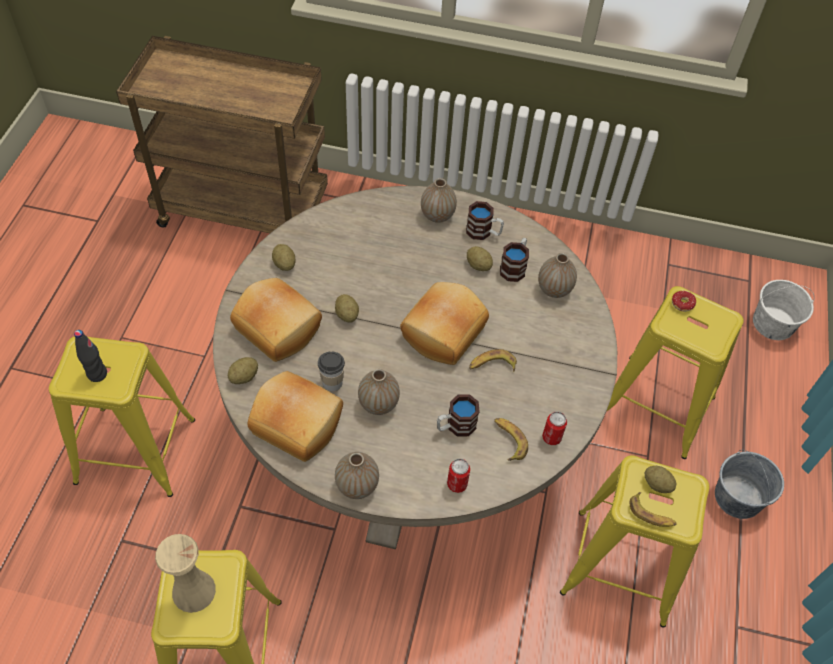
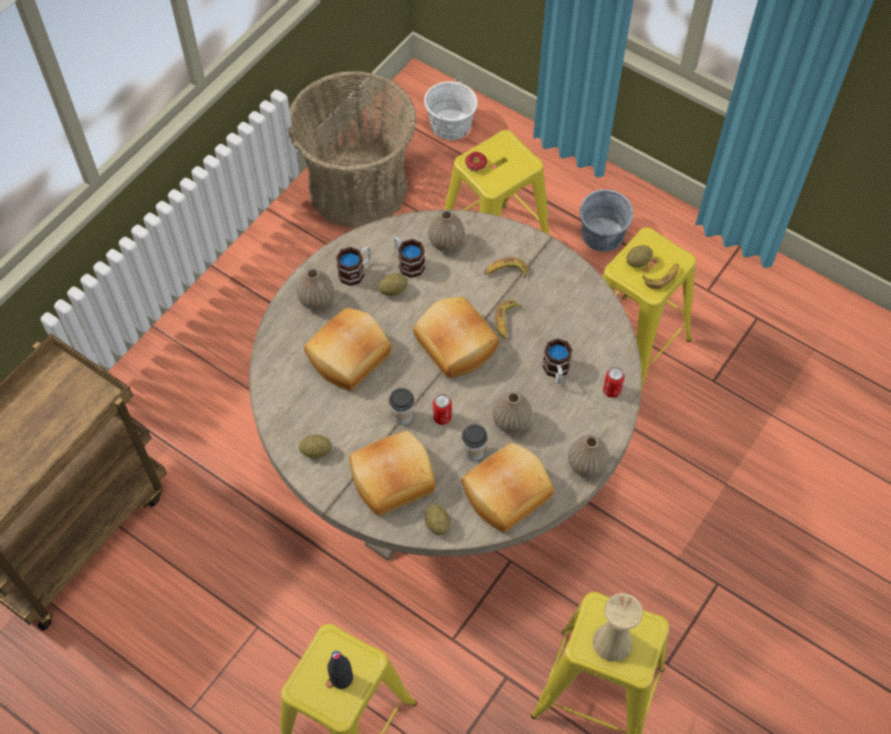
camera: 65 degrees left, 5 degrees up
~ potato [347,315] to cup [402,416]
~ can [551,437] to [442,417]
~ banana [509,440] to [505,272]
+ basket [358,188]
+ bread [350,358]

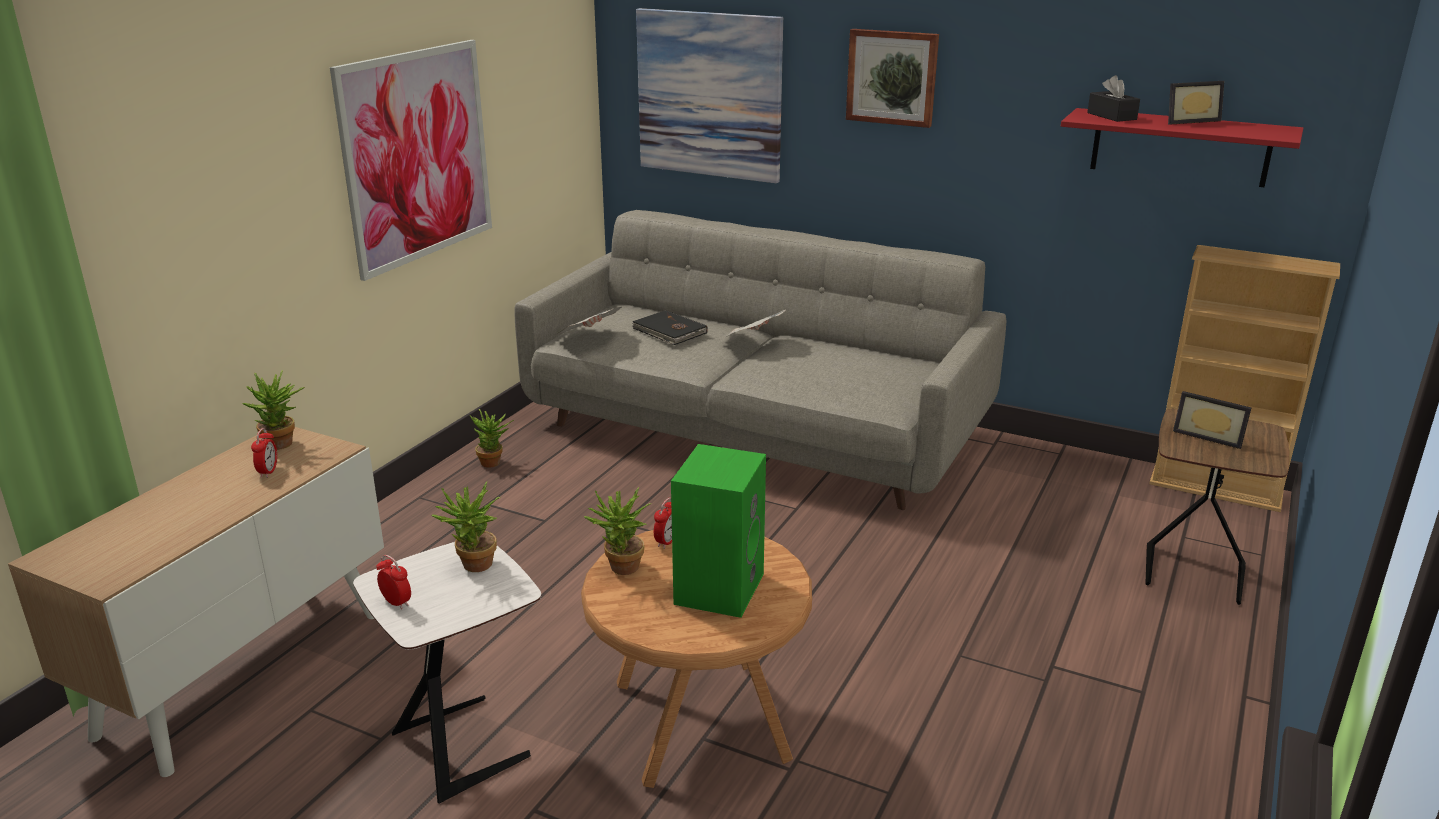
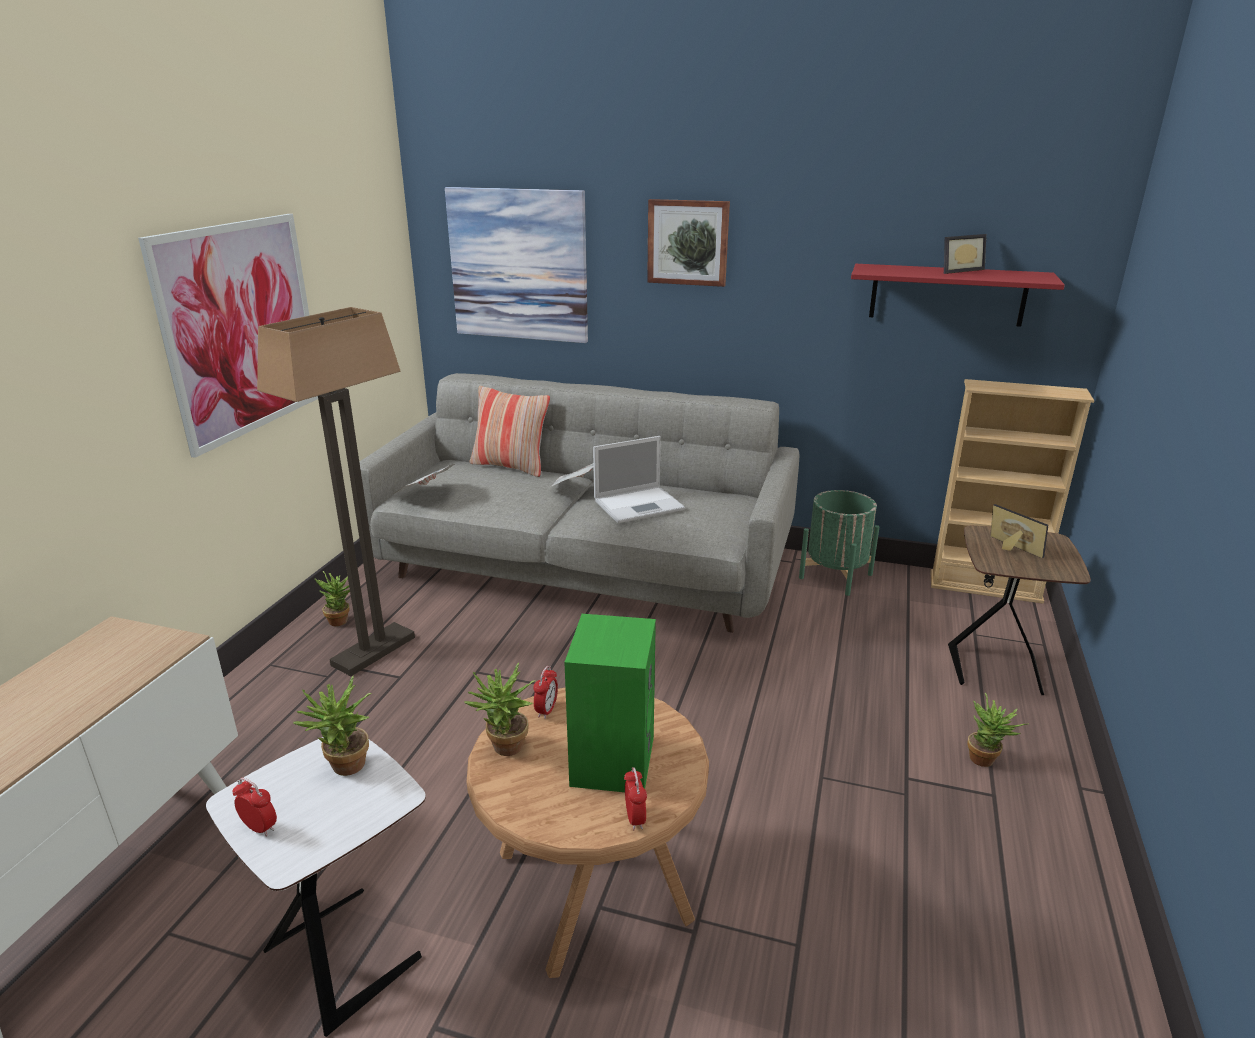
camera: 10 degrees left, 0 degrees up
- black_tissue_box [1111,116]
- black_book [669,331]
~ potted_plant [282,445] to [986,761]
~ picture_frame [1209,436] = [1010,549] 150 degrees counterclockwise
~ alarm_clock [268,472] to [635,818]
+ floor_lamp [373,650]
+ pillow [510,466]
+ laptop [640,504]
+ green_planter [835,576]

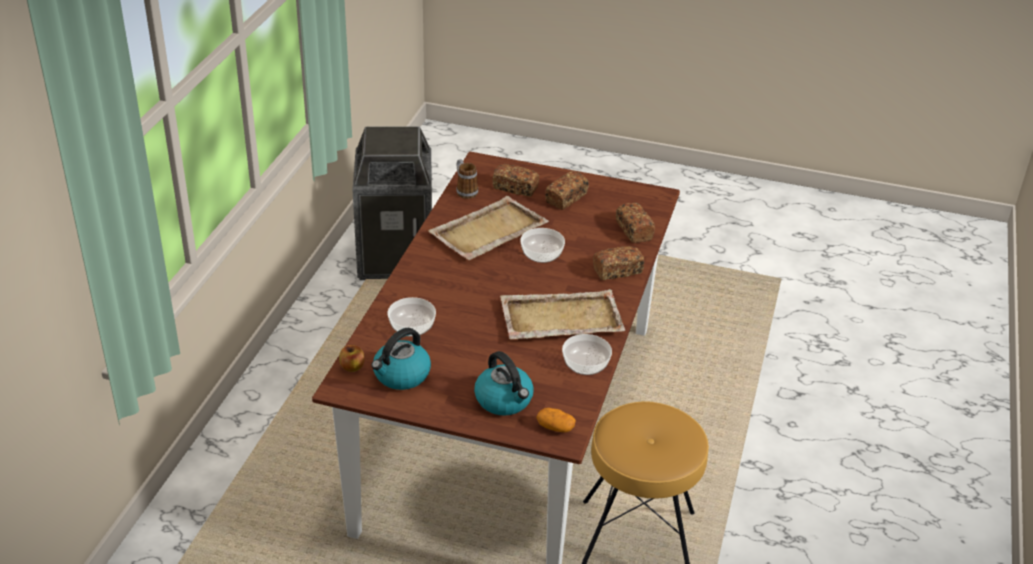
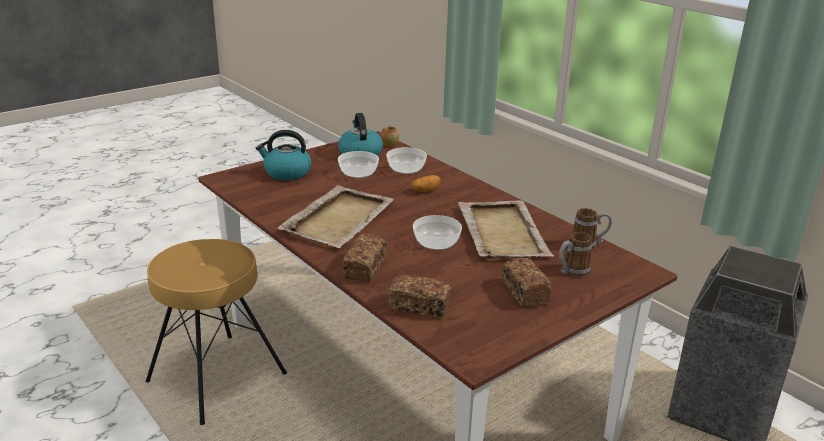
camera: 125 degrees right, 10 degrees down
~ bread [515,188] to mug [571,272]
~ bowl [586,365] to [357,173]
~ potato [555,427] to [426,190]

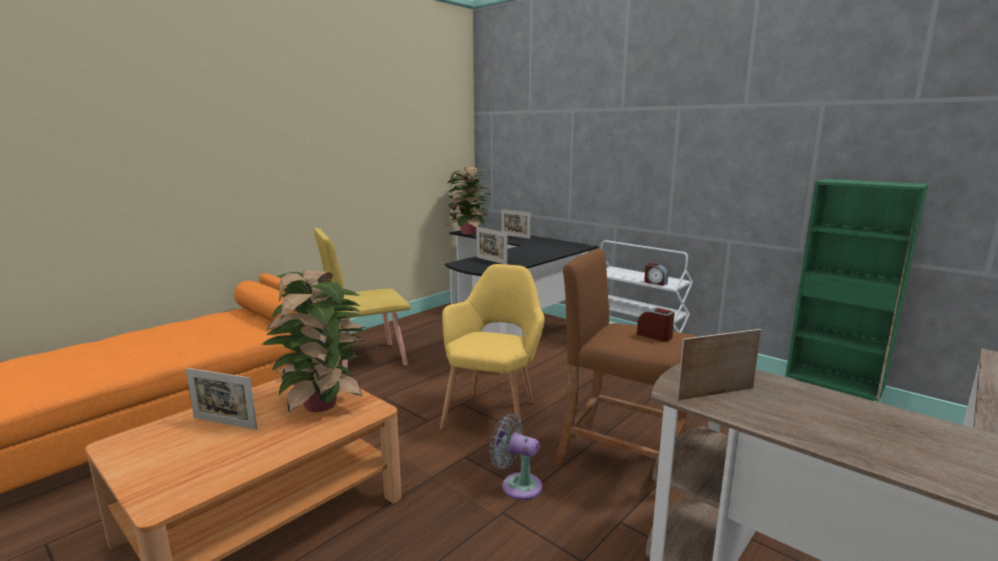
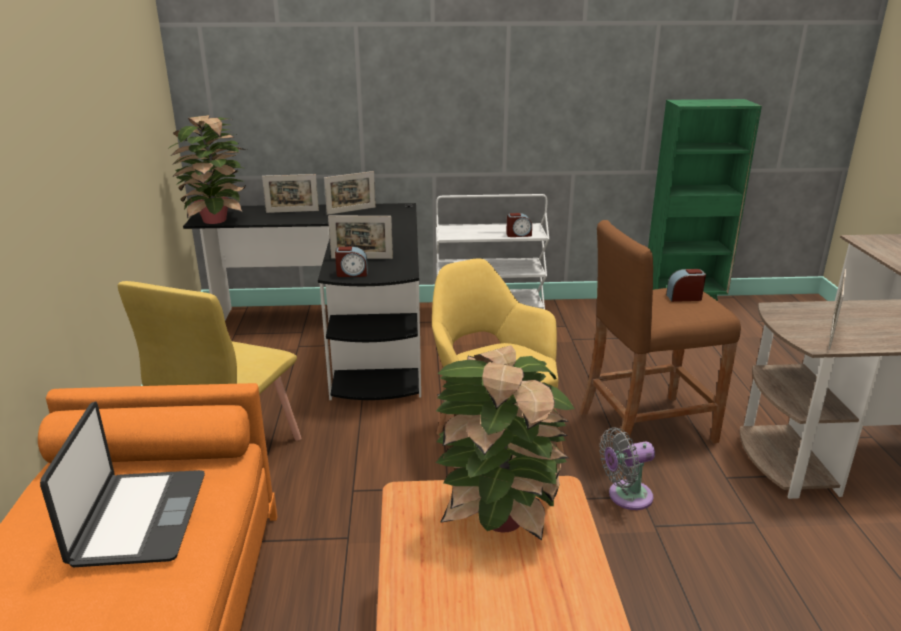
camera: 45 degrees left, 10 degrees up
~ picture_frame [225,423] to [351,210]
+ alarm_clock [352,273]
+ laptop [138,519]

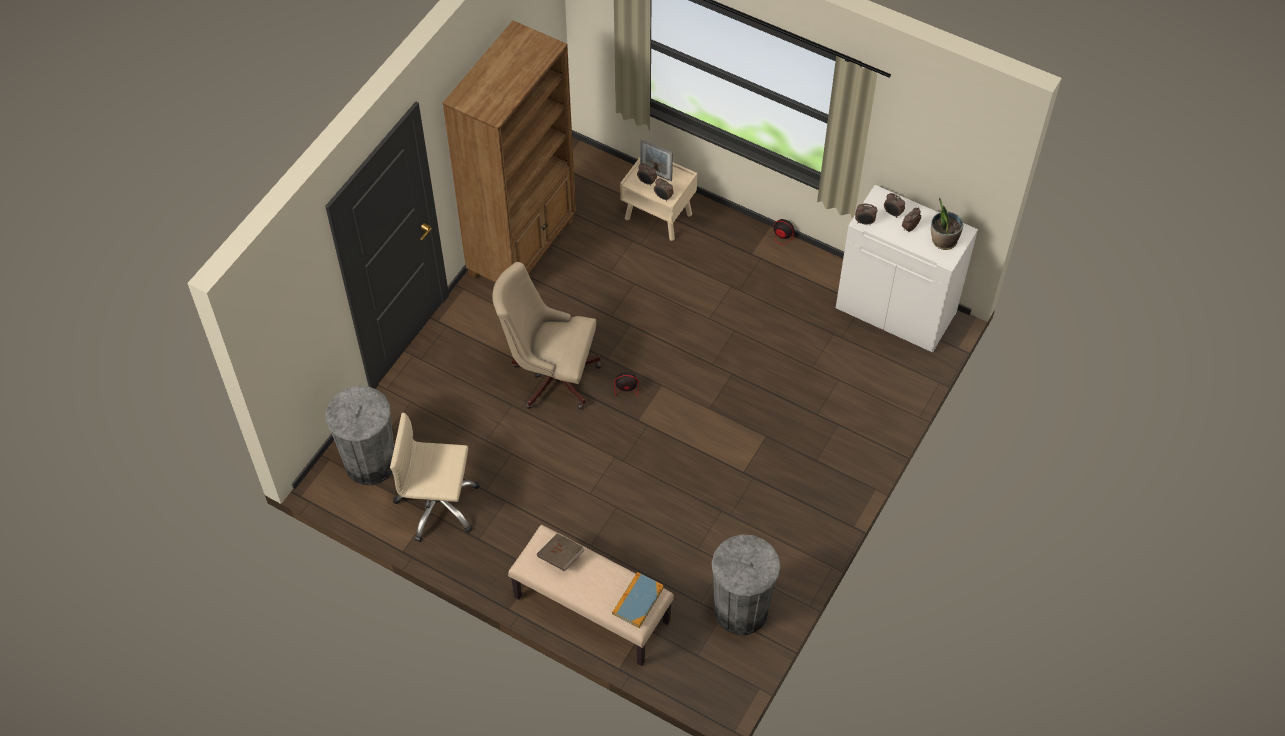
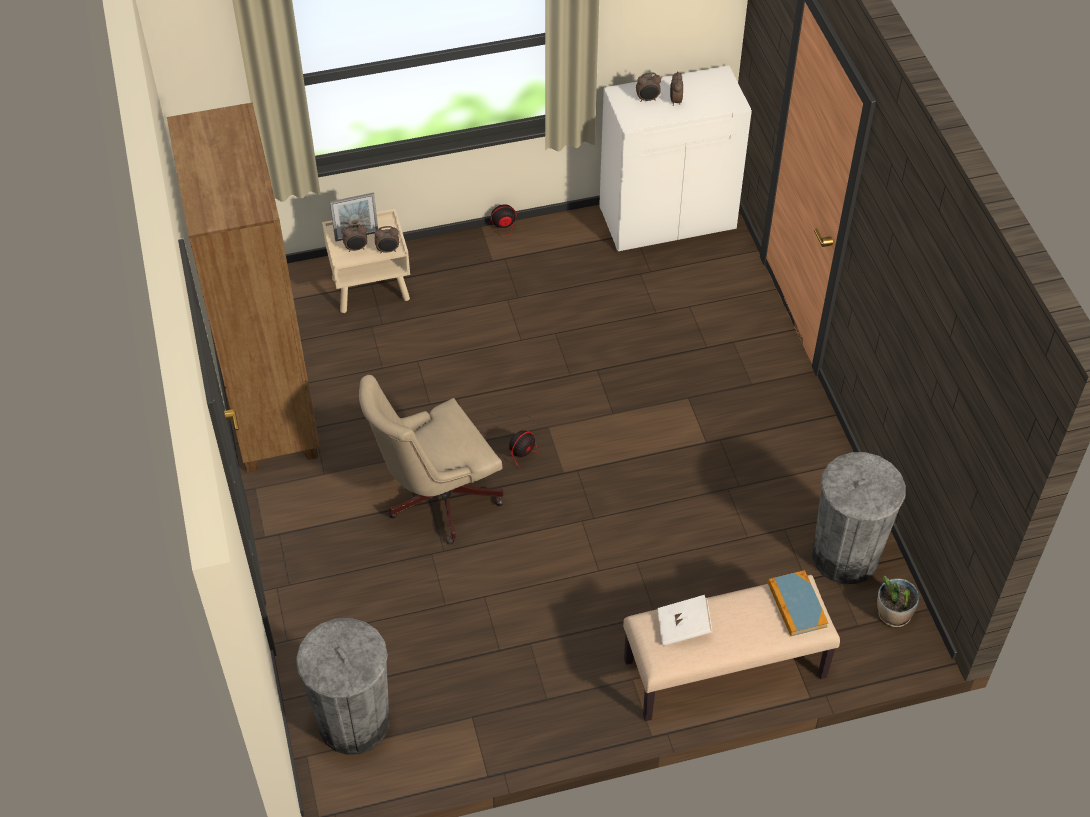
camera: 45 degrees left, 5 degrees down
~ potted_plant [943,240] to [893,614]
- alarm_clock [864,222]
- beige_office_chair [438,505]
~ brown_book [560,557] to white_book [683,628]

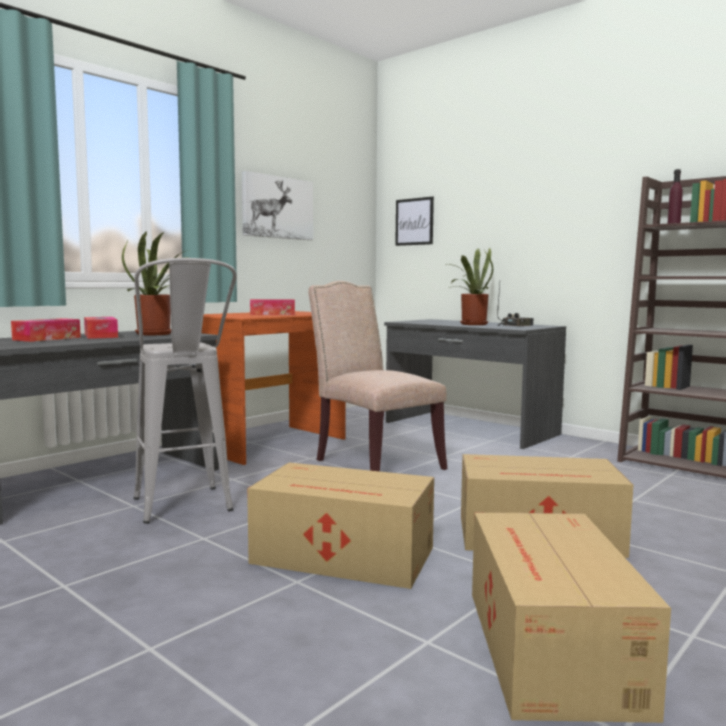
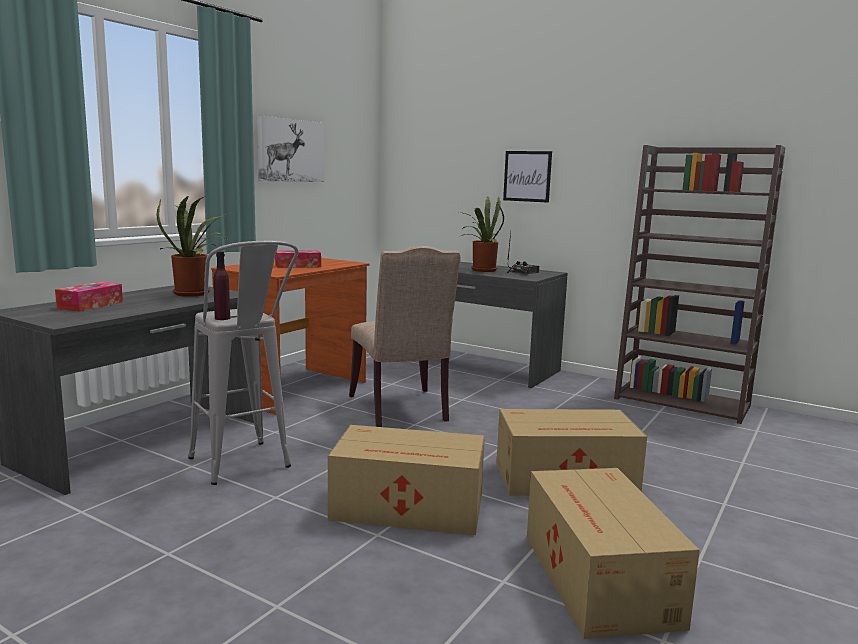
camera: 10 degrees left, 5 degrees up
~ purple_bottle [673,224] to [222,318]
~ picture [414,221] to [527,176]
~ beige_chair [373,464] = [401,410] 150 degrees counterclockwise
- tissue_box [101,336]

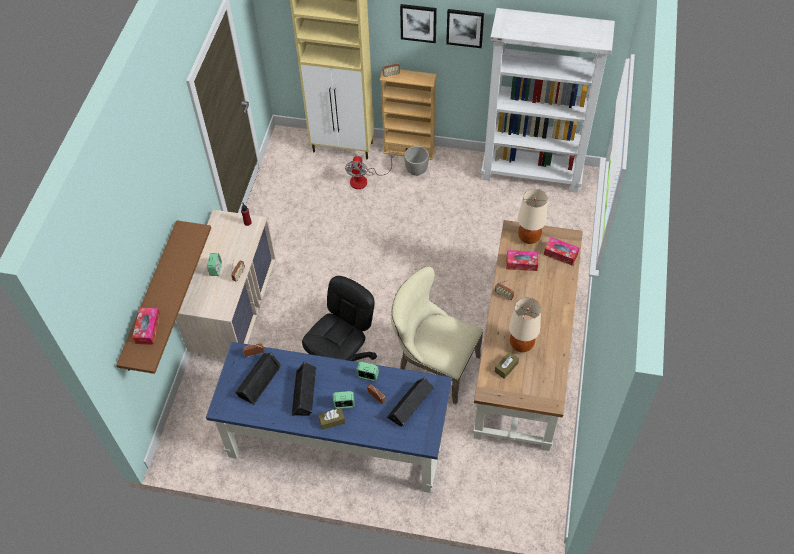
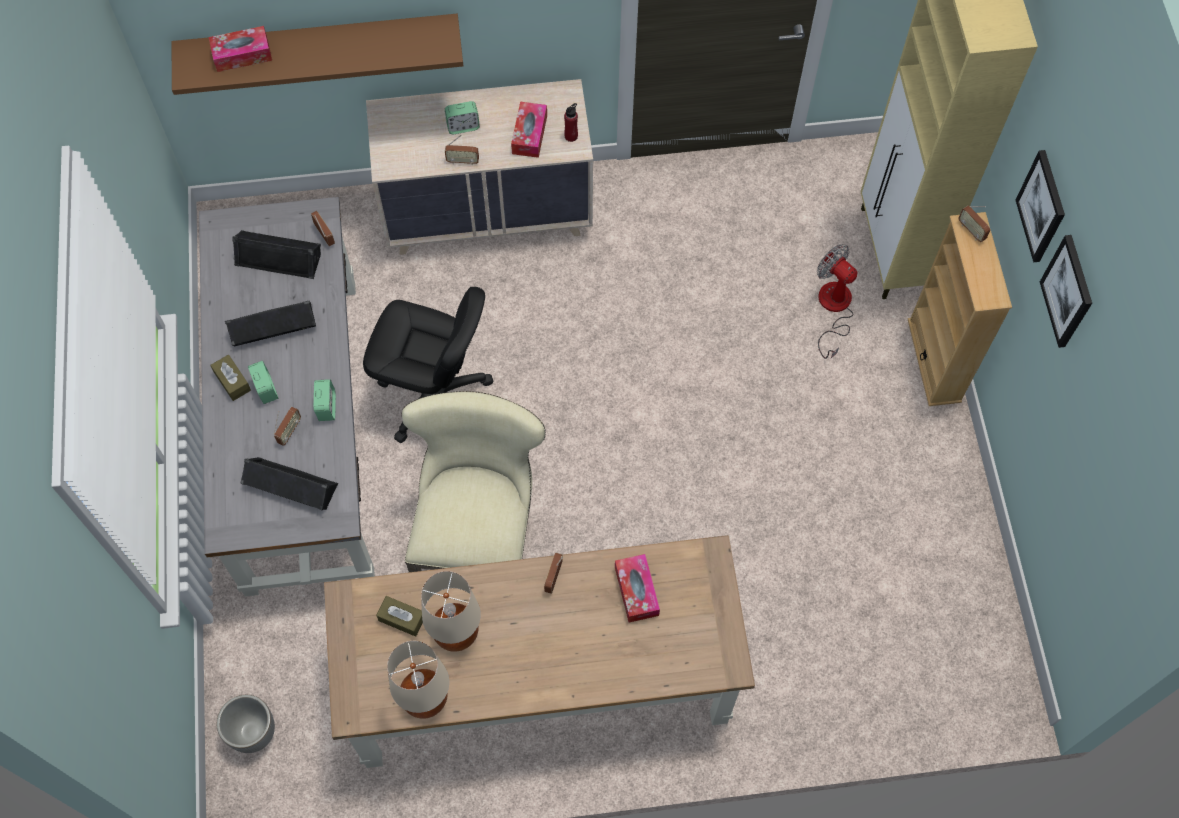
camera: 70 degrees right, 10 degrees up
- white_bookcase [532,174]
~ planter [416,170] to [254,733]
~ fan [364,179] = [833,309] 60 degrees clockwise
~ beige_table_lamp [529,238] to [424,698]
~ tissue_box [560,254] to [529,134]
~ blue_desk [336,440] to grey_desk [301,430]

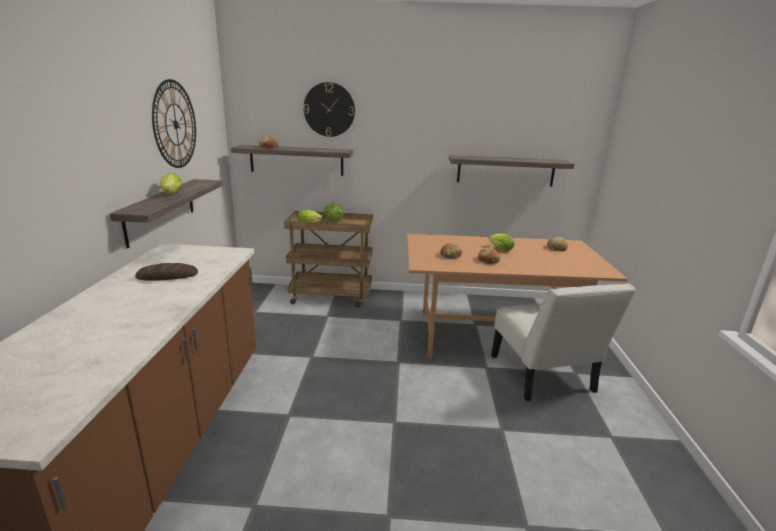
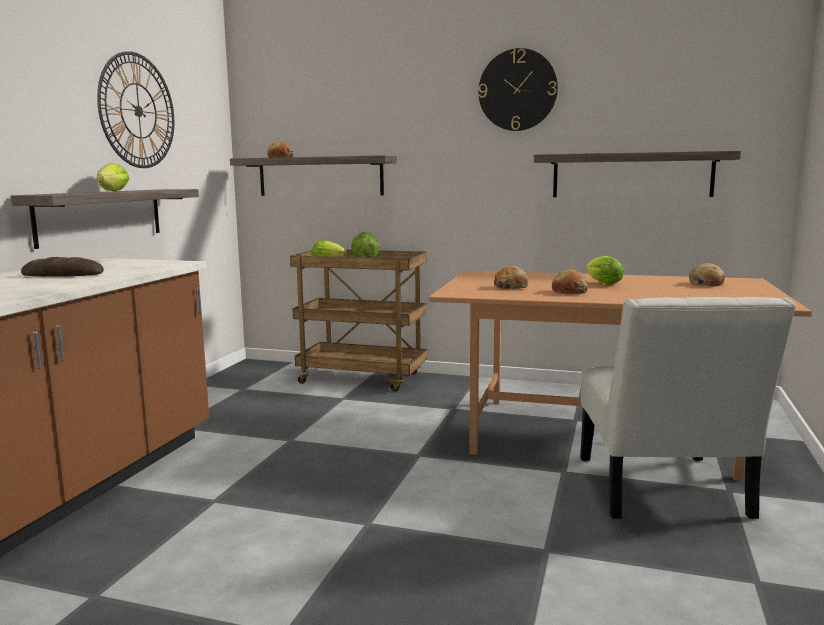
camera: 15 degrees right, 10 degrees down
~ wall_clock [329,109] to [517,90]

